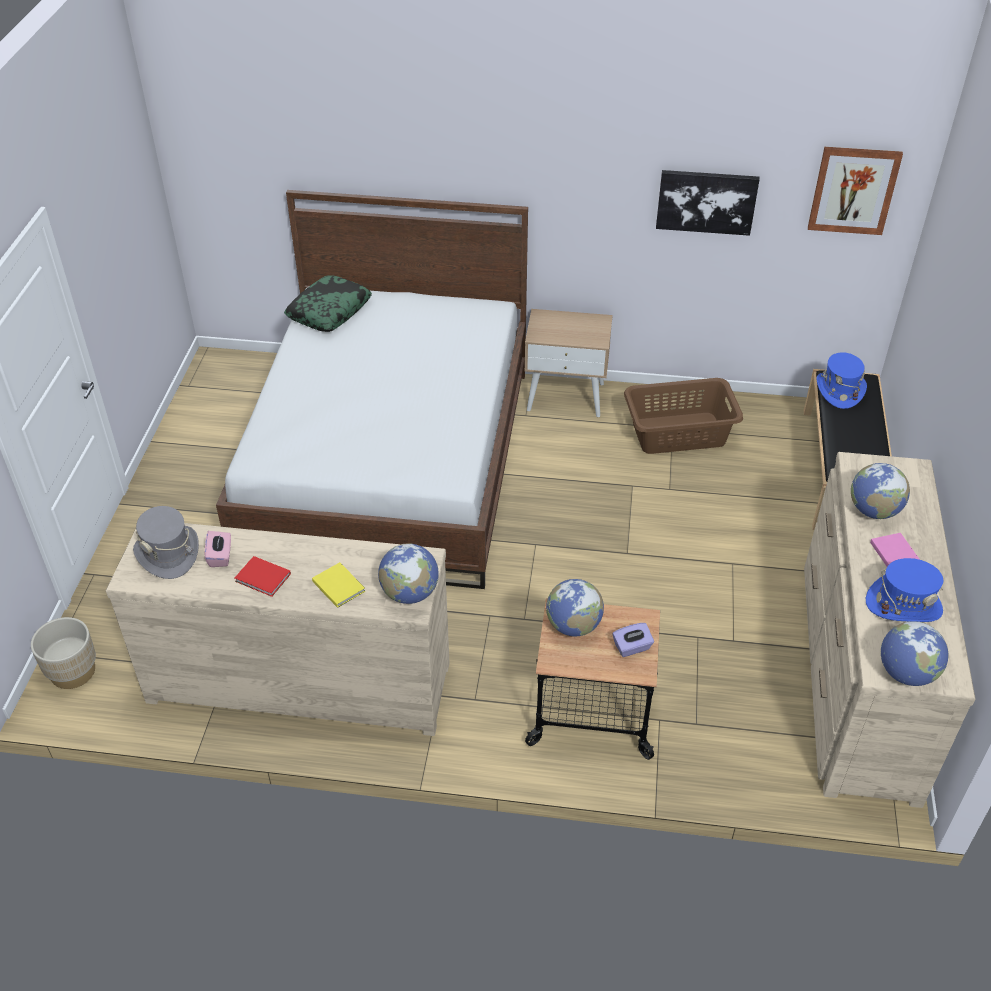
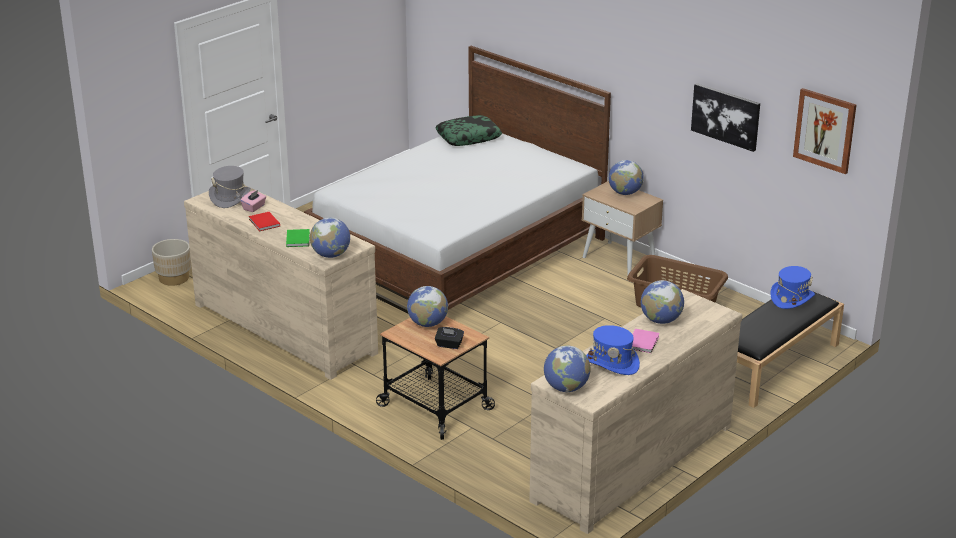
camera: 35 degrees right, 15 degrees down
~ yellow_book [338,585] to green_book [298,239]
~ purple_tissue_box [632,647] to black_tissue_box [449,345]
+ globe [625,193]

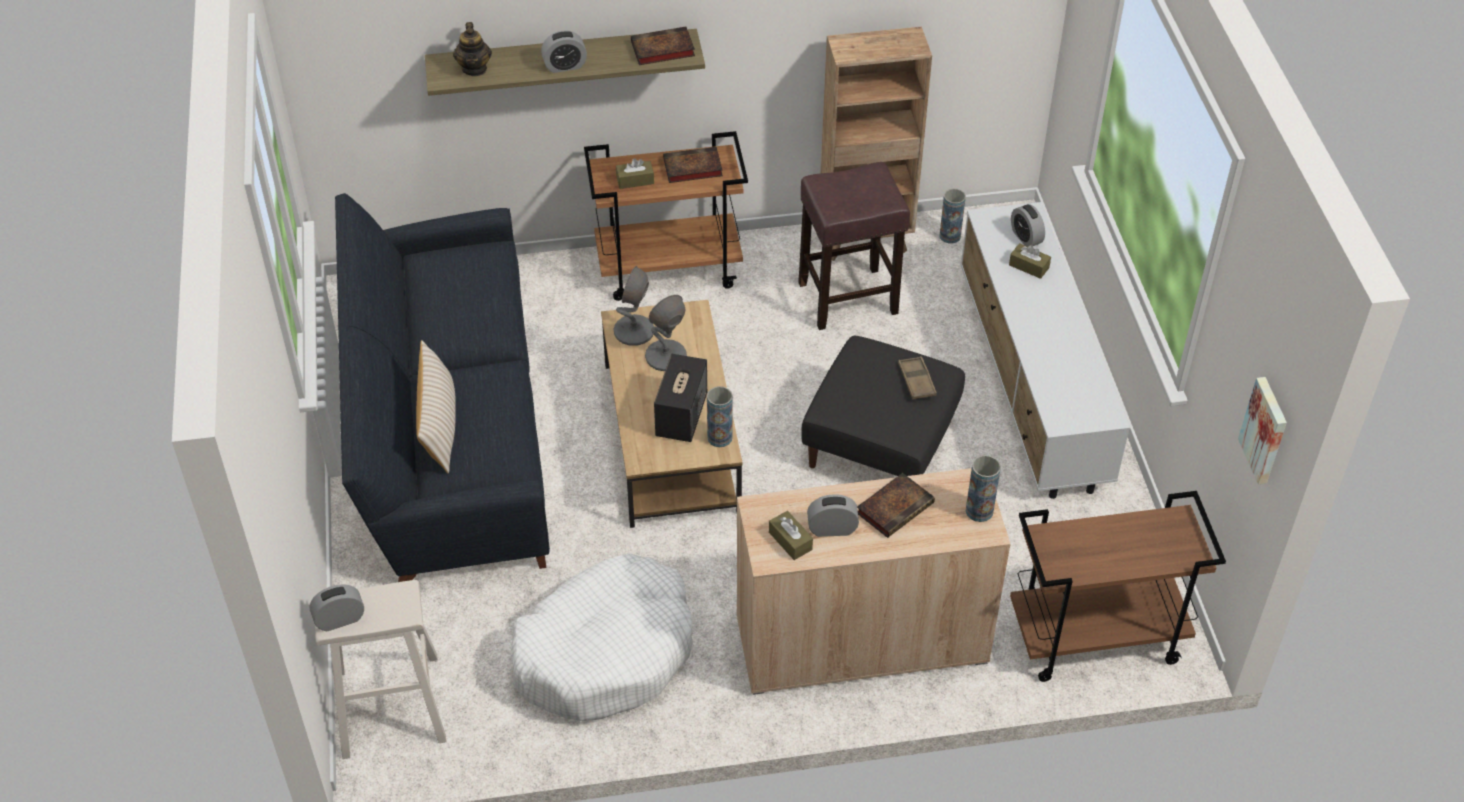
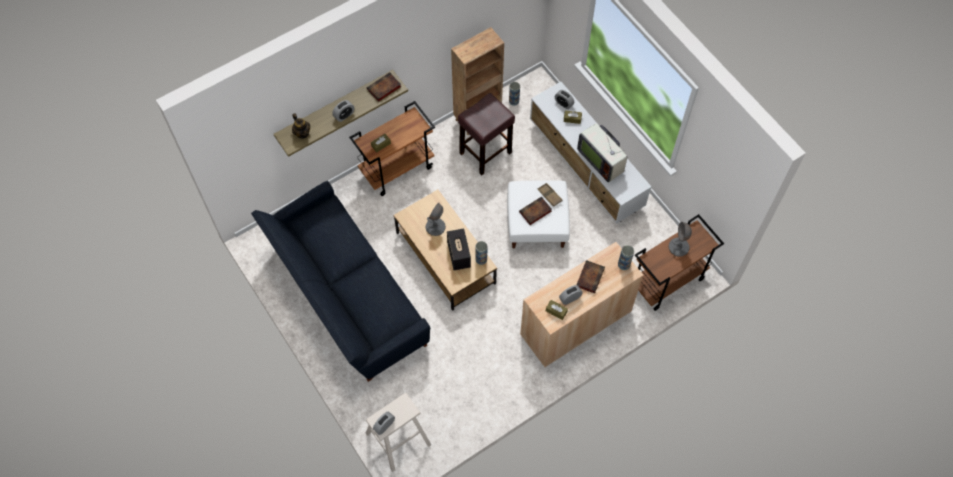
camera: 25 degrees left, 15 degrees up
~ book [691,168] to [535,212]
~ grey_table_lamp [634,331] to [678,247]
~ black_ottoman [881,444] to white_ottoman [537,224]
- beige_pillow [439,425]
- picture [1266,430]
- white_dog_bed [606,652]
+ television [601,160]

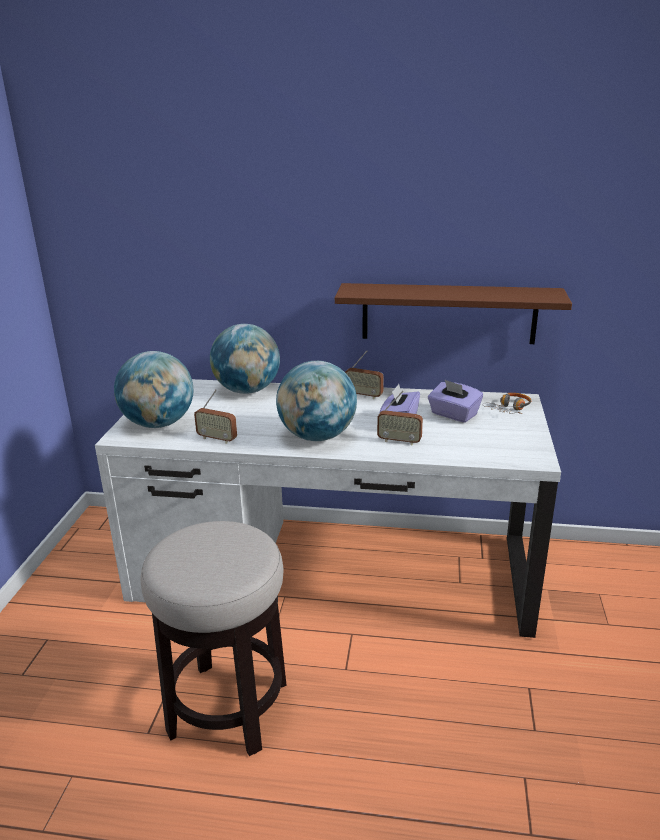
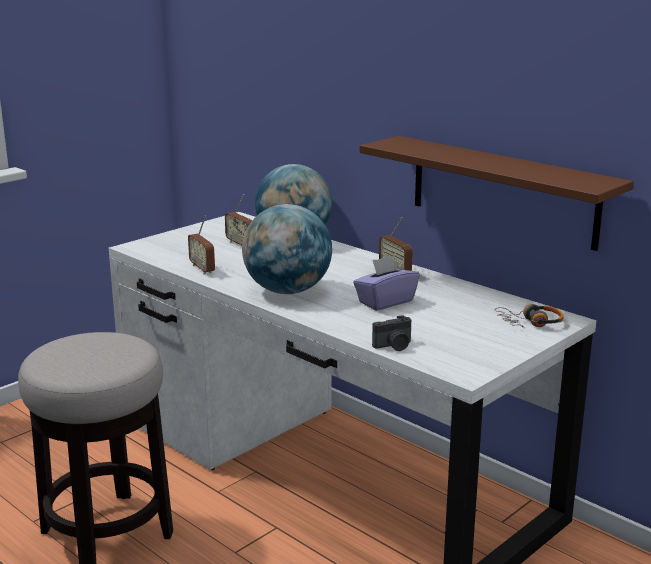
camera: 35 degrees right, 5 degrees down
- globe [158,424]
- purple_tissue_box [453,414]
~ radio [399,441] to [240,244]
+ photo_camera [394,346]

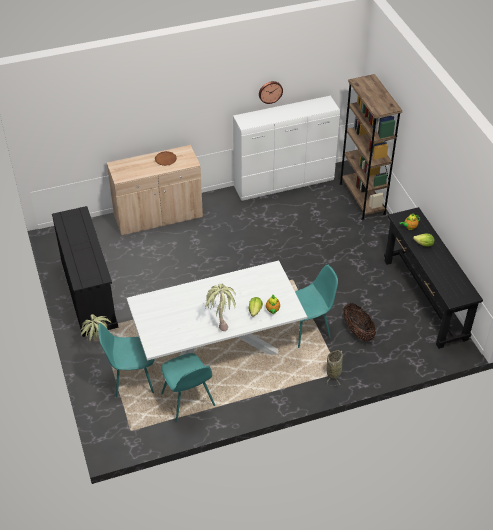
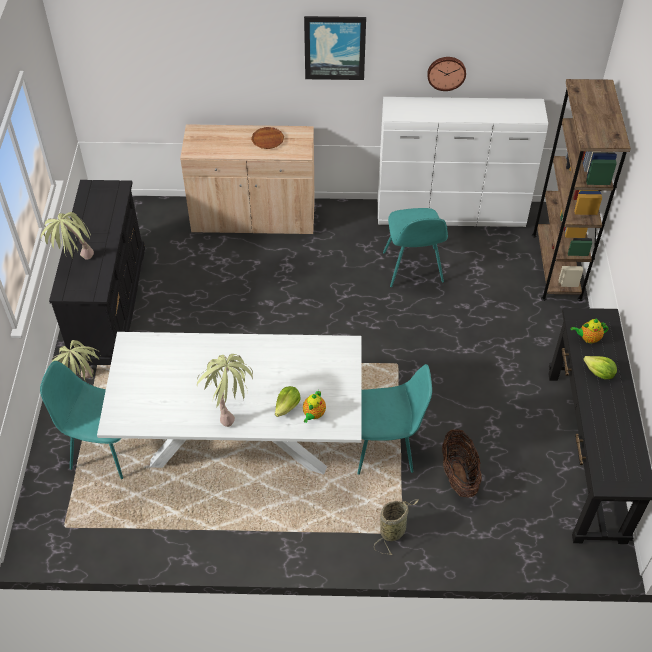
camera: 20 degrees right, 5 degrees up
~ turquoise_chair [188,401] to [413,268]
+ picture [334,47]
+ potted_plant [75,264]

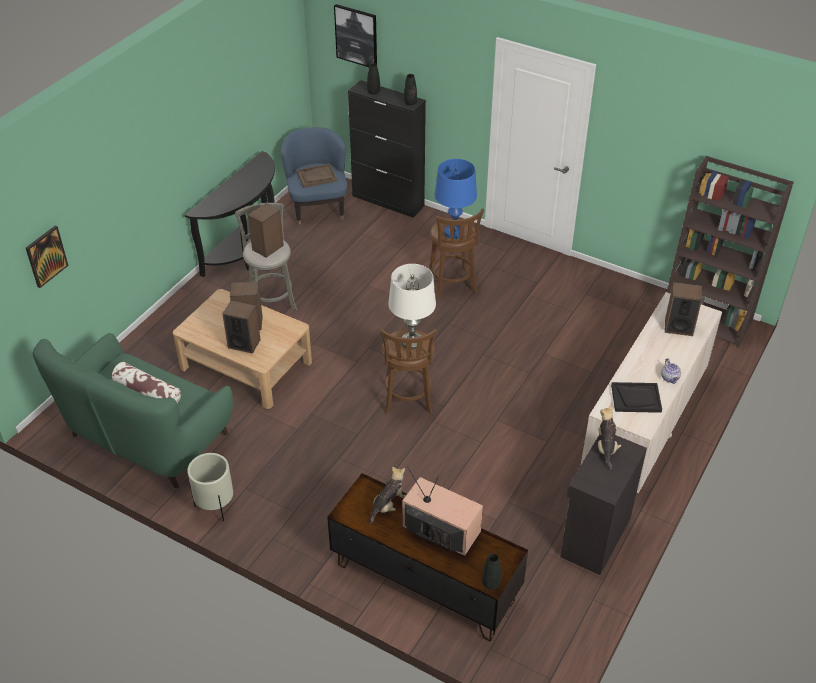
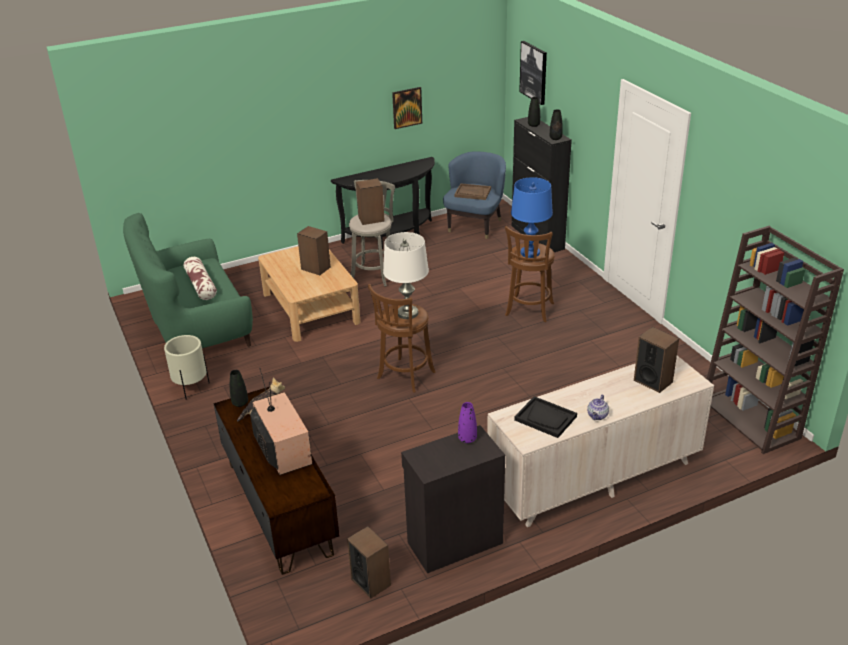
camera: 35 degrees right, 10 degrees down
~ picture [46,256] to [407,107]
~ speaker [244,343] to [371,581]
~ plush_toy [606,447] to purple_vase [467,439]
~ black_vase [490,583] to [240,403]

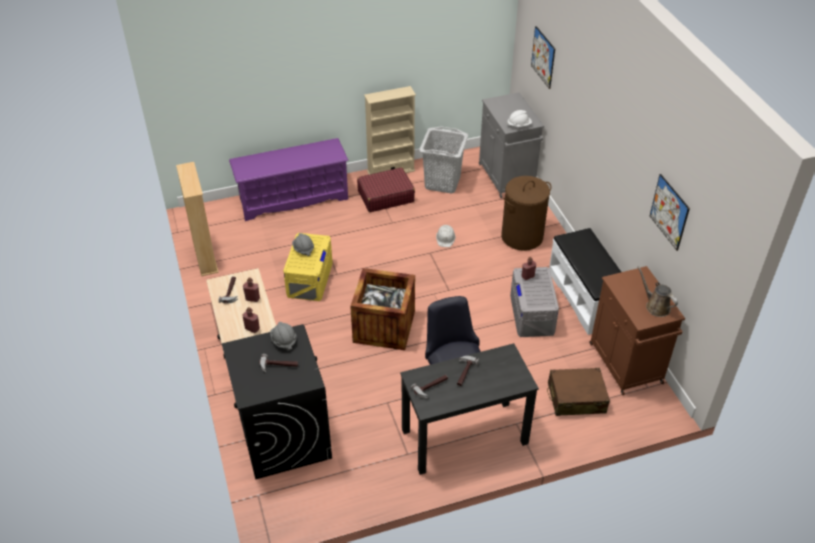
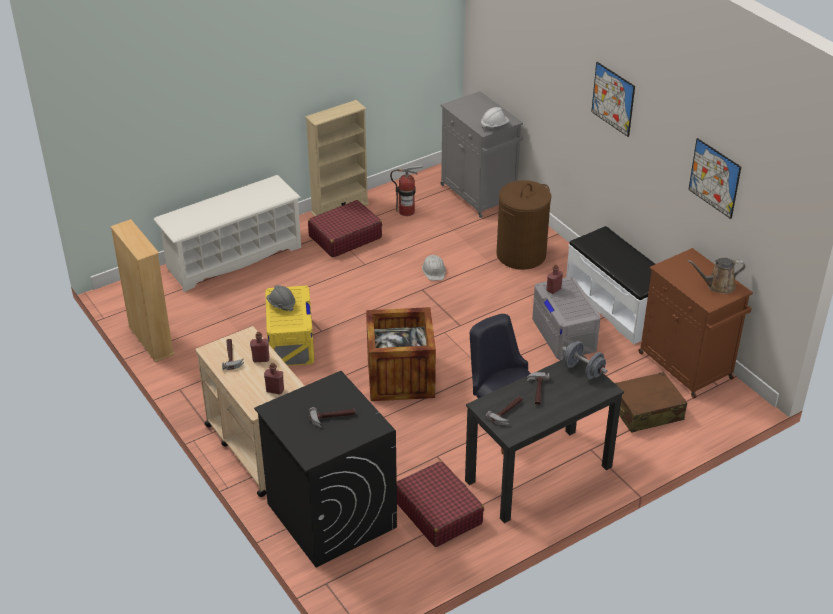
camera: 15 degrees left, 5 degrees down
~ picture [543,57] to [613,99]
~ grey_laundry_basket [443,182] to fire_extinguisher [407,211]
~ purple_shoe_rack [293,199] to white_shoe_rack [233,257]
~ brown_watering_can [655,306] = [718,285] 45 degrees counterclockwise
- grey_hard_hat [283,340]
+ grey_dumbbell [583,370]
+ red_suitcase [438,512]

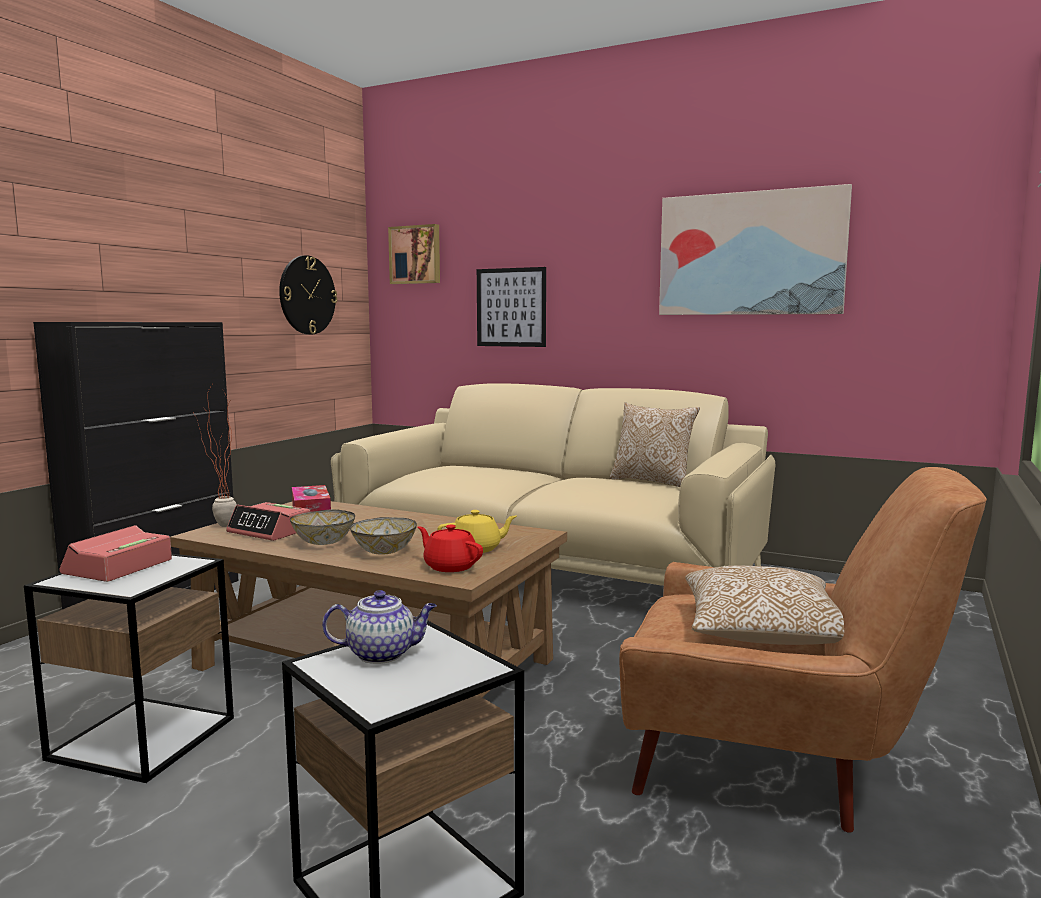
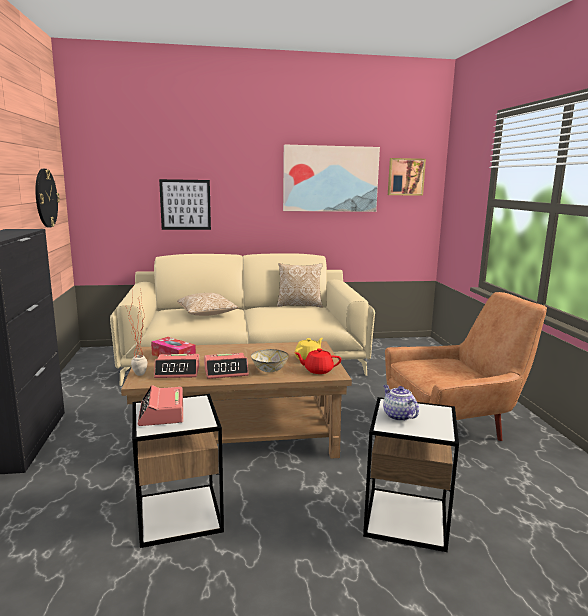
camera: 35 degrees left, 5 degrees up
~ picture [415,255] to [405,177]
~ bowl [324,542] to alarm_clock [226,372]
~ pillow [762,634] to [207,314]
~ teapot [382,654] = [398,415] 75 degrees counterclockwise

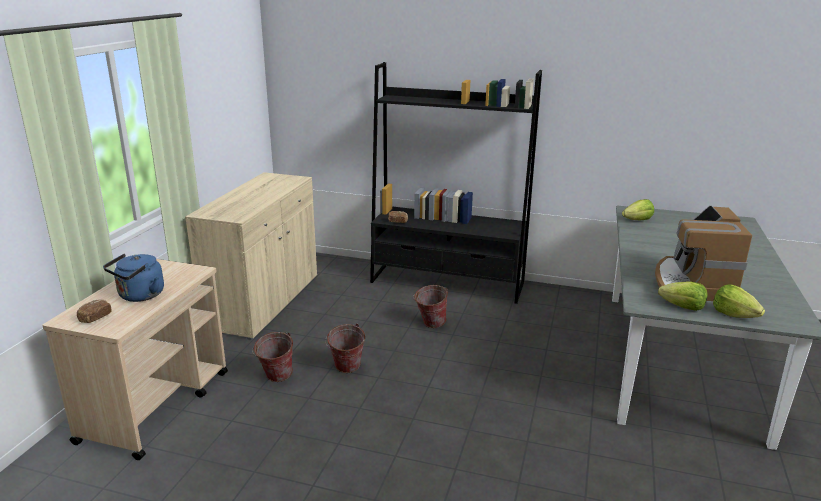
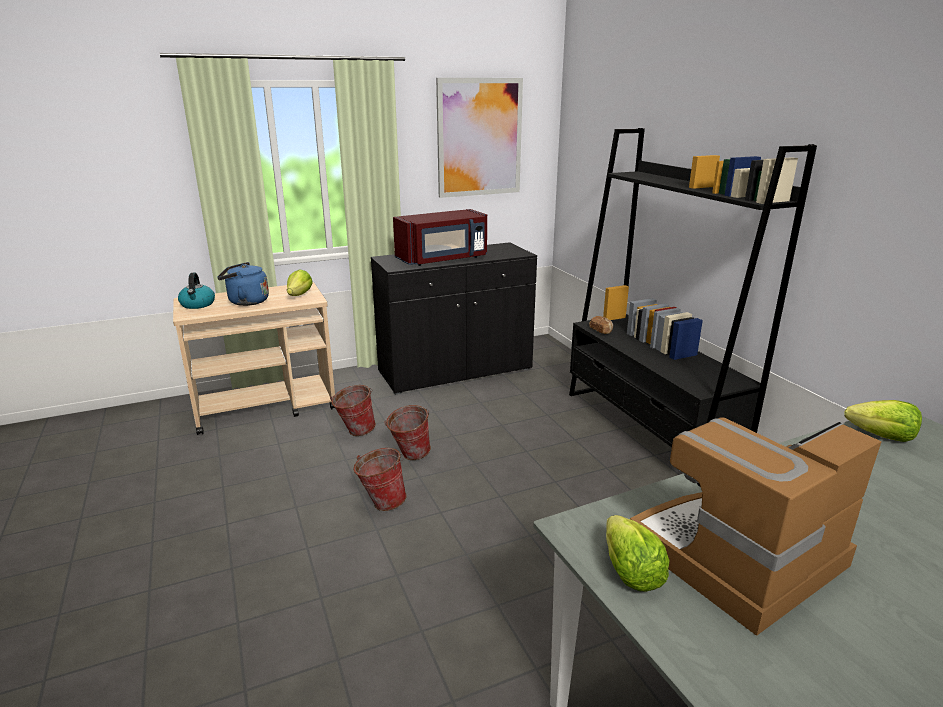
camera: 50 degrees right, 0 degrees up
~ beige_cabinet [264,302] to black_cabinet [455,371]
~ lettuce [733,314] to [299,295]
~ bucket [430,324] to [381,502]
~ bread [94,318] to kettle [198,304]
+ picture [479,138]
+ red_microwave [443,259]

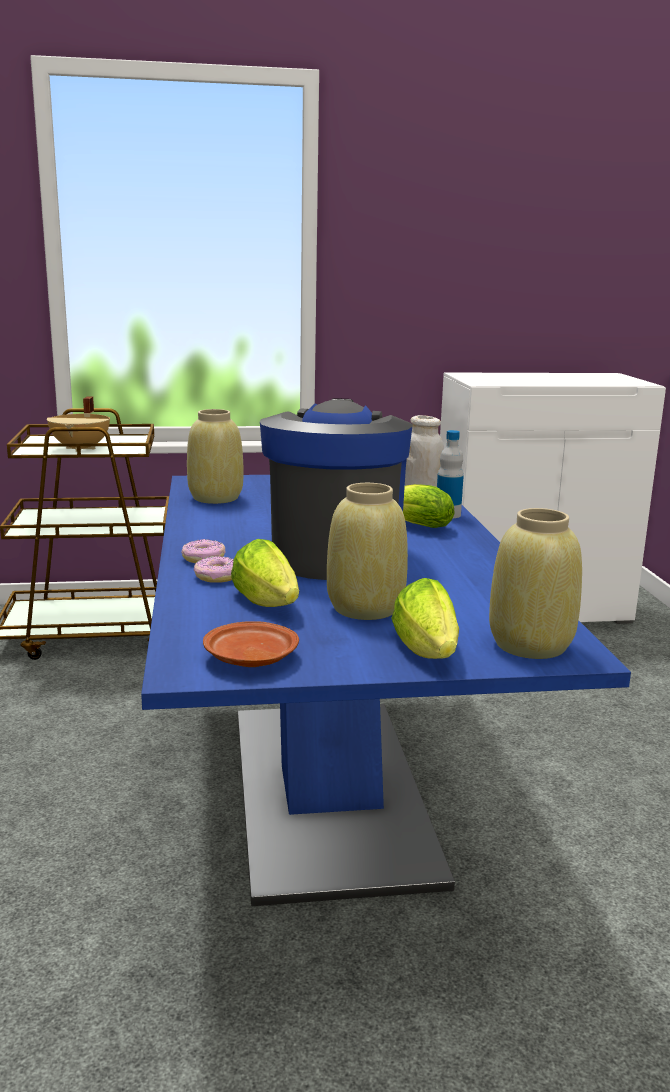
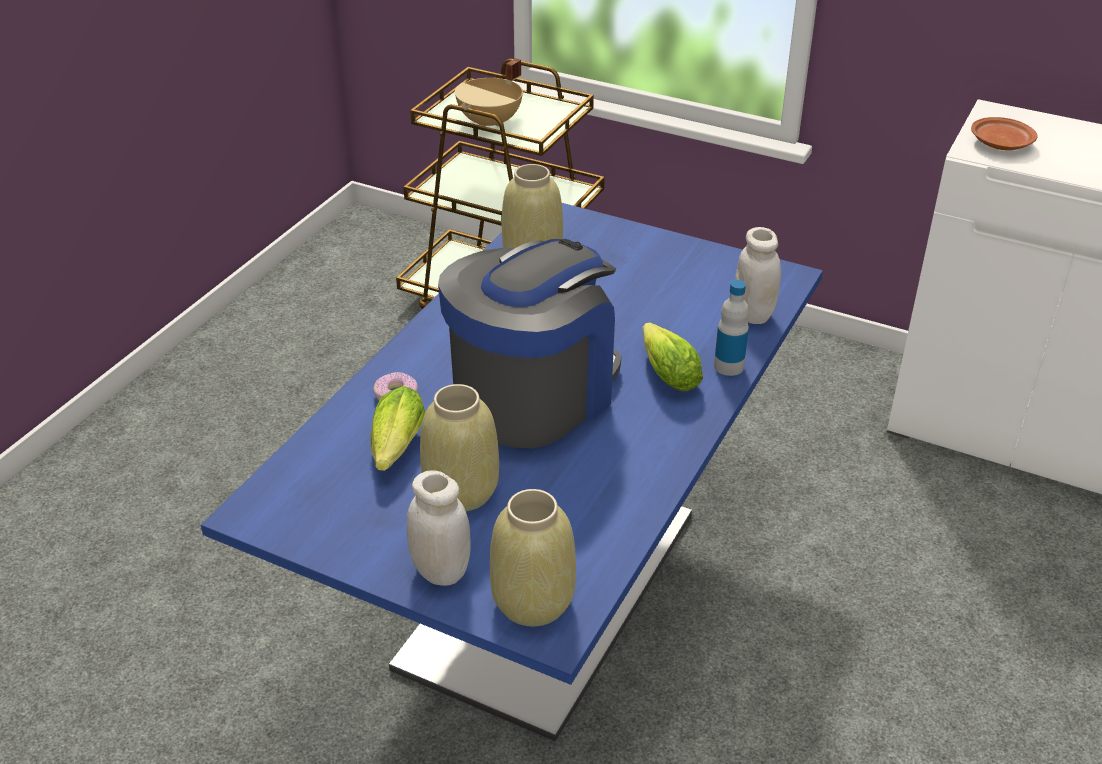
camera: 35 degrees right, 20 degrees up
- donut [203,558]
~ lettuce [428,652] to white_jar [441,571]
~ brown_plate [250,658] to [1000,143]

